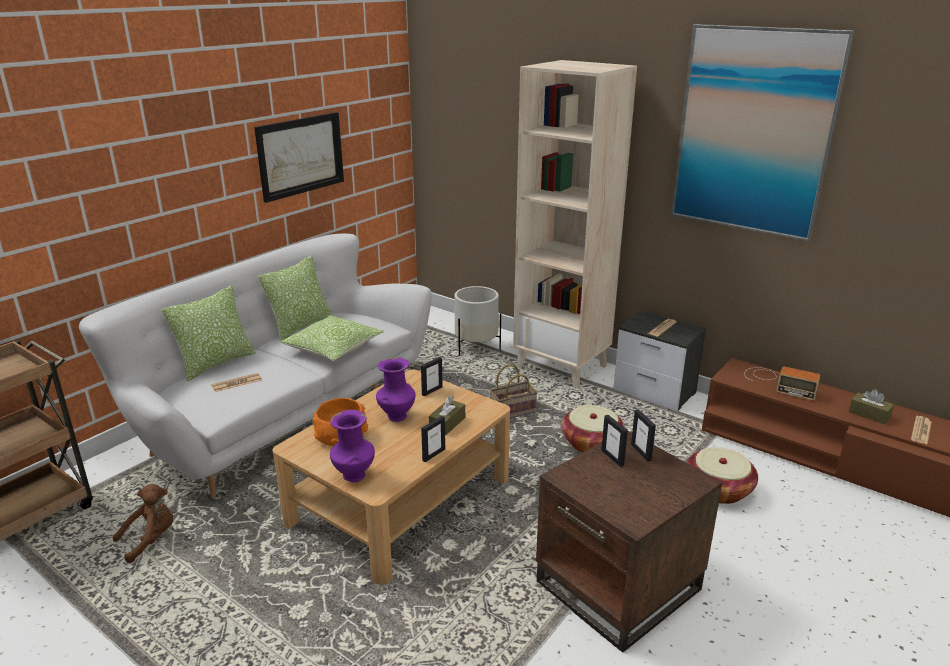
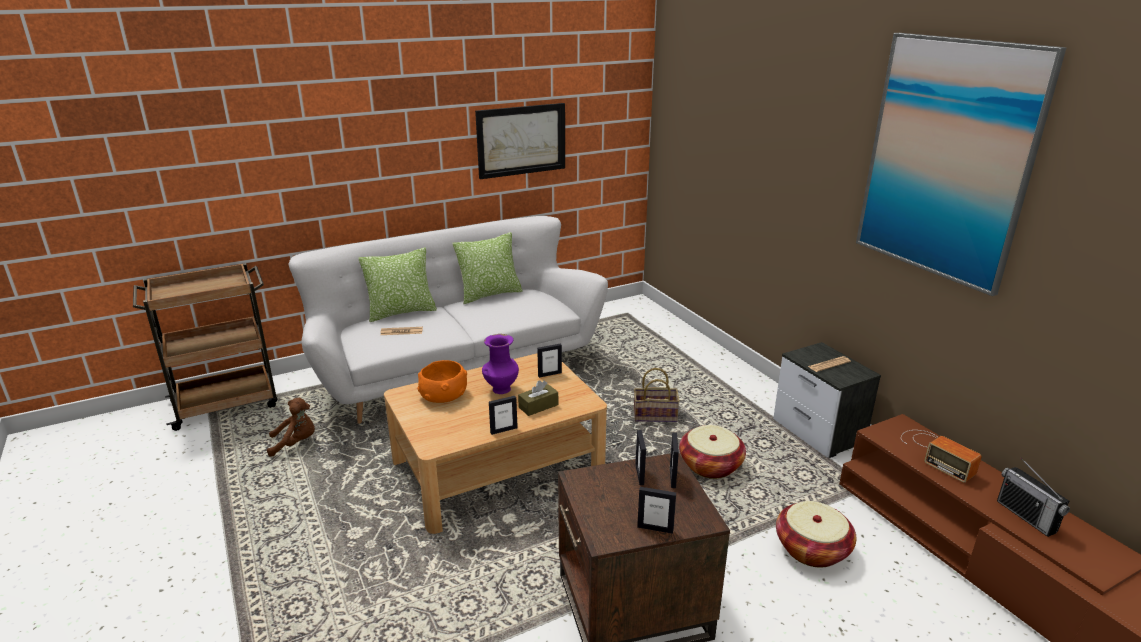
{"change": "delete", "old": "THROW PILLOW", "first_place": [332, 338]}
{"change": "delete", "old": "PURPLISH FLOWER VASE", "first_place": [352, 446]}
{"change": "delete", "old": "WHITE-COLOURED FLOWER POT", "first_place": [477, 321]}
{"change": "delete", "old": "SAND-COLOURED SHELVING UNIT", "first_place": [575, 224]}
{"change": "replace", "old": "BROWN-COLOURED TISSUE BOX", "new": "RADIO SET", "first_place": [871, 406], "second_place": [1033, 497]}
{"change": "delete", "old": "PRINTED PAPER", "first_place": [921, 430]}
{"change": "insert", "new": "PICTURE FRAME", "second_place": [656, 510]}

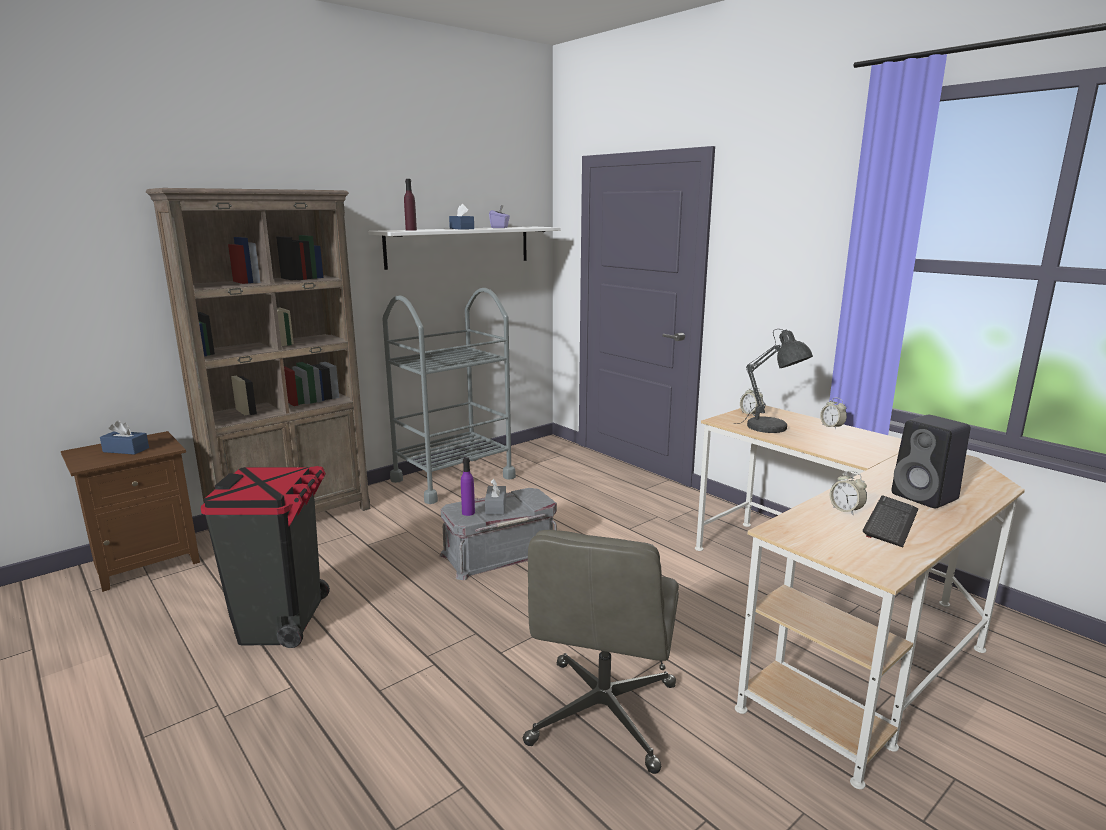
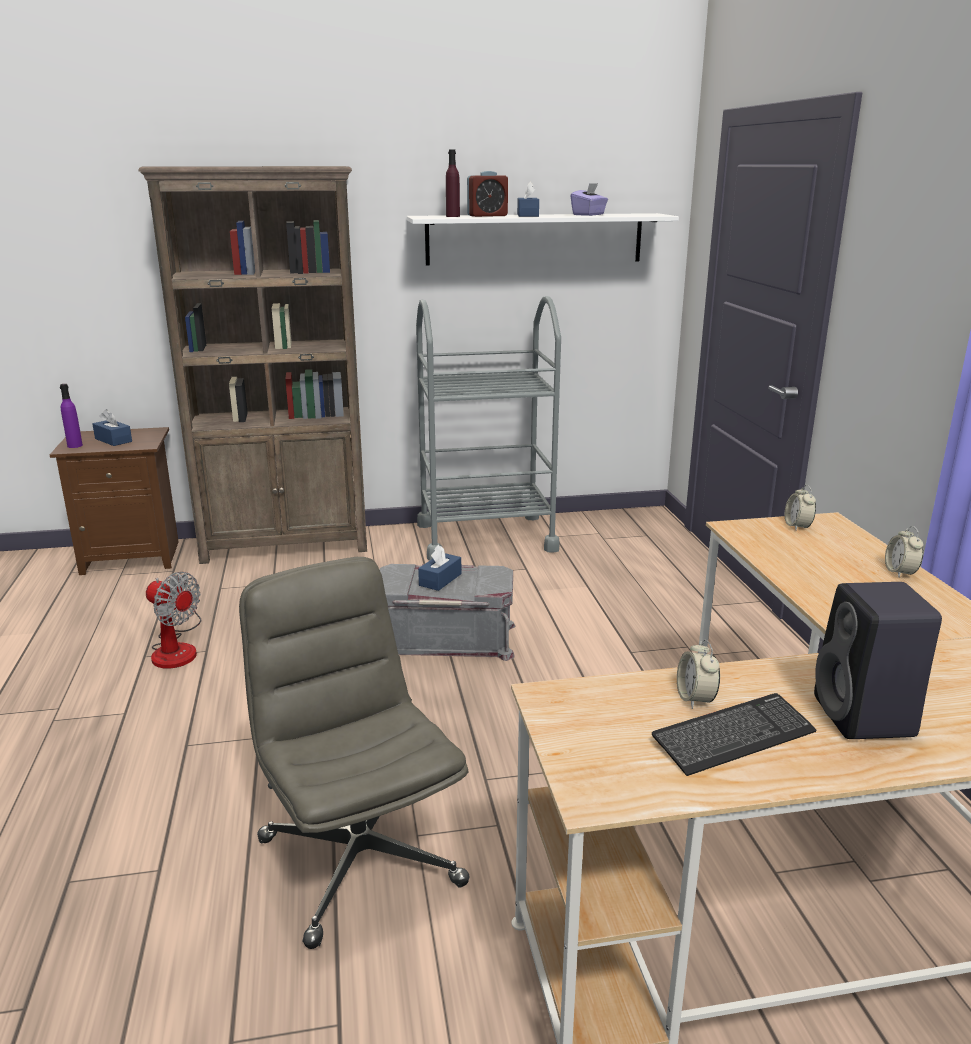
{"change": "replace", "old": "BLACKISH WASTE BIN", "new": "COOLING FAN", "first_place": [265, 557], "second_place": [173, 620]}
{"change": "move", "old": "PURPLISH DRINK BOTTLE", "first_place": [468, 486], "second_place": [71, 416]}
{"change": "recolor", "old": "GREYISH TISSUE BOX", "new": "BLUE TISSUE BOX", "first_place": [495, 496], "second_place": [439, 568]}
{"change": "rotate", "old": "GREYISH OFFICE CHAIR", "first_place": [601, 652], "second_place": [354, 753], "degrees": 105}
{"change": "delete", "old": "GREYISH TABLETOP LAMP", "first_place": [773, 381]}
{"change": "insert", "new": "TABLE CLOCK", "second_place": [487, 194]}

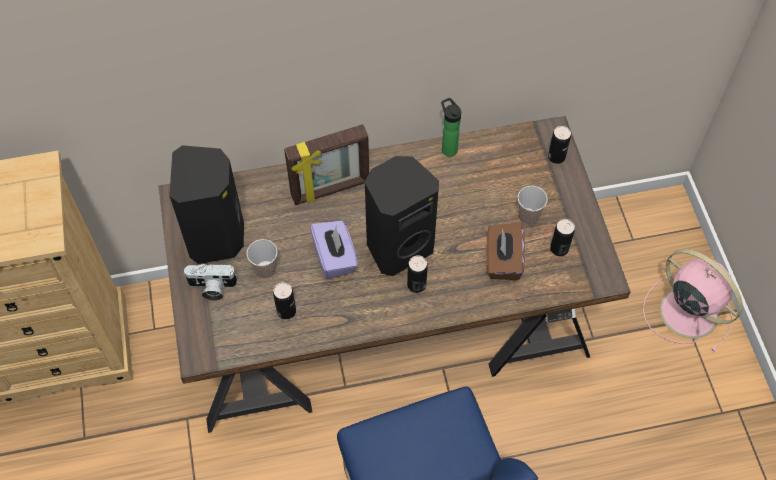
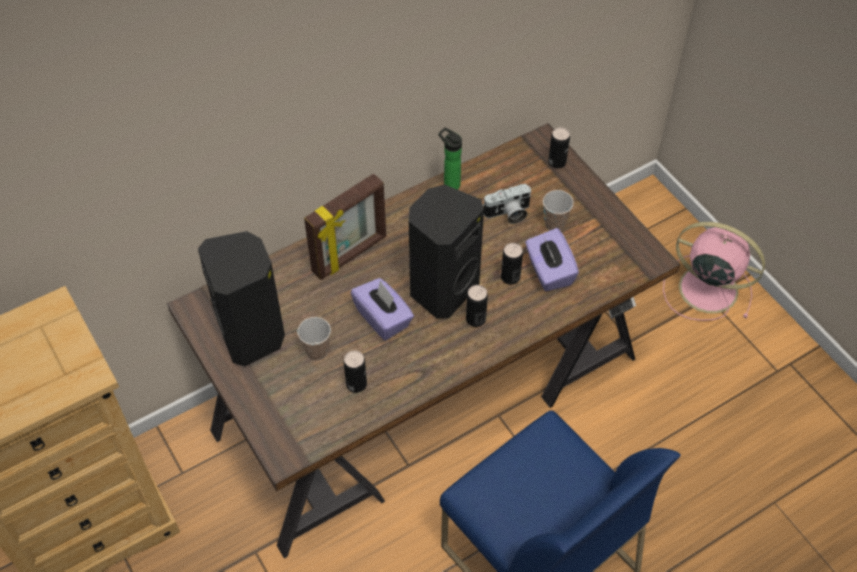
{"change": "move", "old": "PHOTO CAMERA", "first_place": [210, 282], "second_place": [507, 203]}
{"change": "recolor", "old": "BROWN-COLOURED TISSUE BOX", "new": "PURPLISH TISSUE BOX", "first_place": [506, 251], "second_place": [552, 260]}
{"change": "move", "old": "CAN", "first_place": [562, 237], "second_place": [512, 264]}

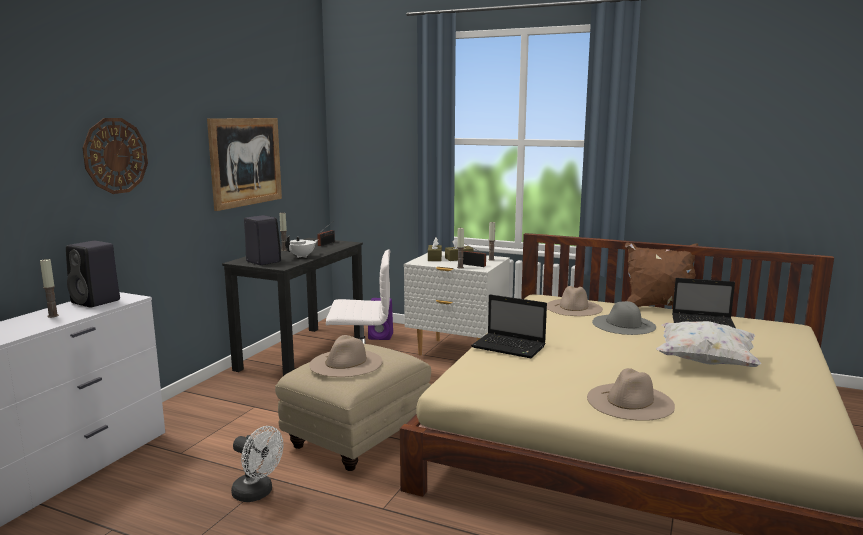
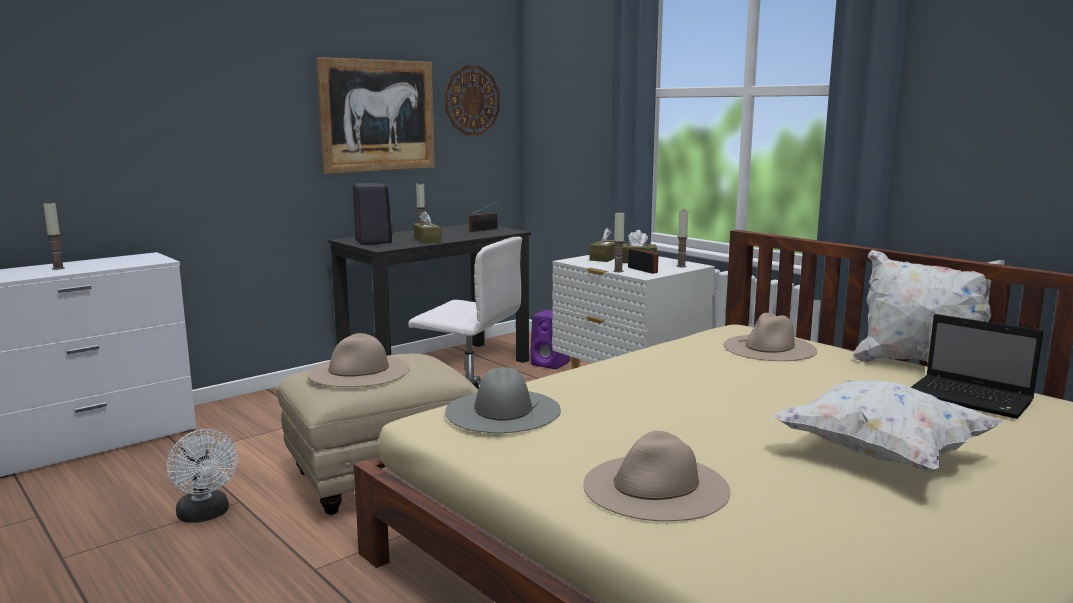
{"change": "delete", "old": "BLACKISH SPEAKER", "first_place": [93, 274]}
{"change": "move", "old": "CLOCK ON THE WALL", "first_place": [115, 156], "second_place": [472, 100]}
{"change": "replace", "old": "WHITE-COLOURED TEAPOT", "new": "BROWN-COLOURED TISSUE BOX", "first_place": [301, 246], "second_place": [427, 227]}
{"change": "delete", "old": "PORTABLE COMPUTER", "first_place": [509, 326]}
{"change": "move", "old": "GREYISH WEARABLE HAT", "first_place": [624, 318], "second_place": [503, 400]}
{"change": "recolor", "old": "BROWN-COLOURED THROW PILLOW", "new": "WHITE-COLOURED THROW PILLOW", "first_place": [661, 274], "second_place": [928, 306]}

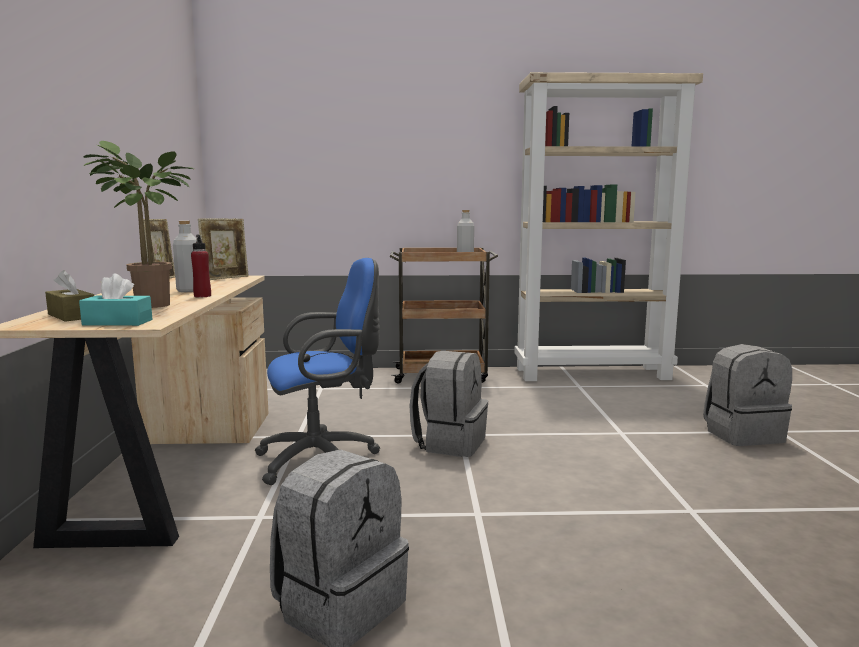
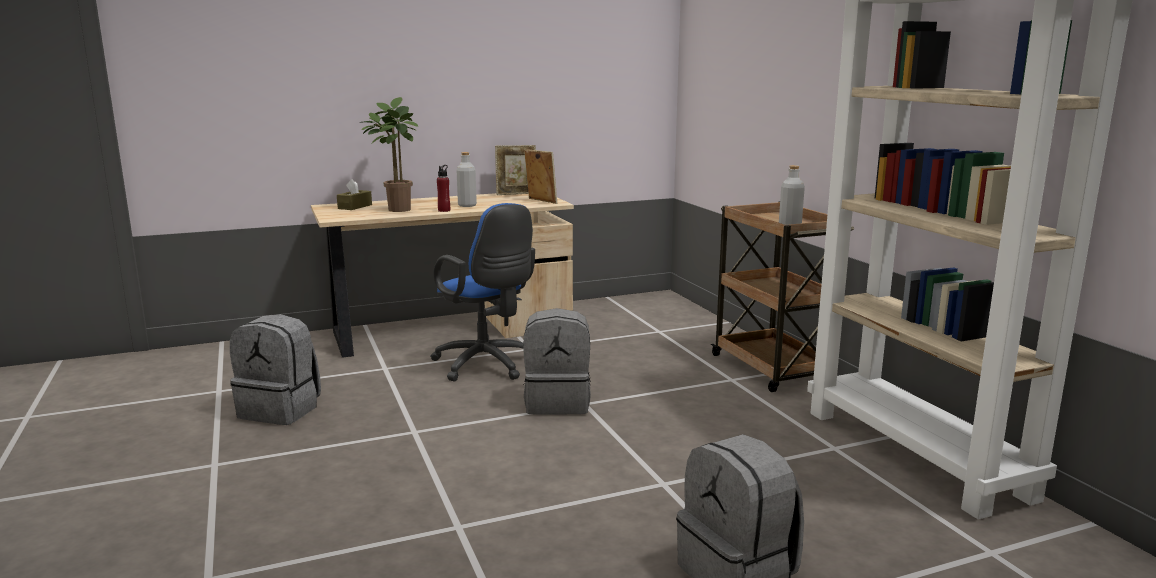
{"change": "delete", "old": "BLUE-GREEN TISSUE BOX", "first_place": [115, 299]}
{"change": "rotate", "old": "PICTURE FRAME", "first_place": [223, 249], "second_place": [540, 176], "degrees": -150}

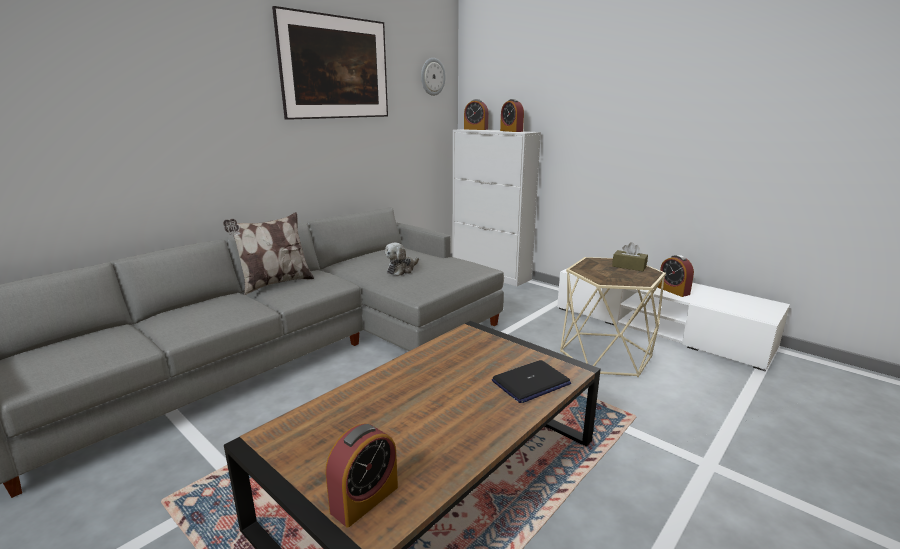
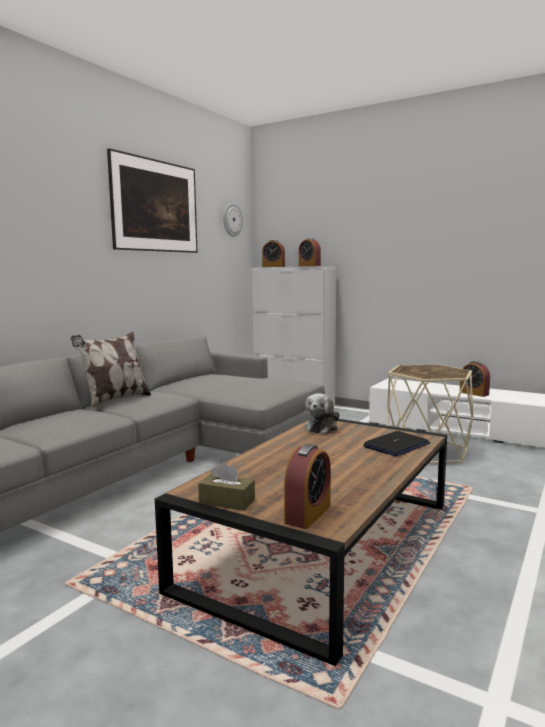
{"change": "move", "old": "SOFT TOY", "first_place": [402, 259], "second_place": [322, 413]}
{"change": "move", "old": "BROWN-COLOURED TISSUE BOX", "first_place": [630, 256], "second_place": [226, 486]}

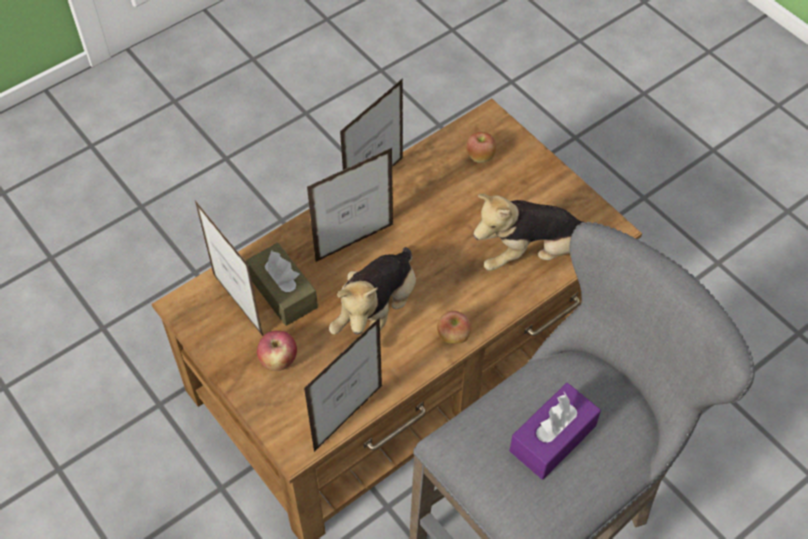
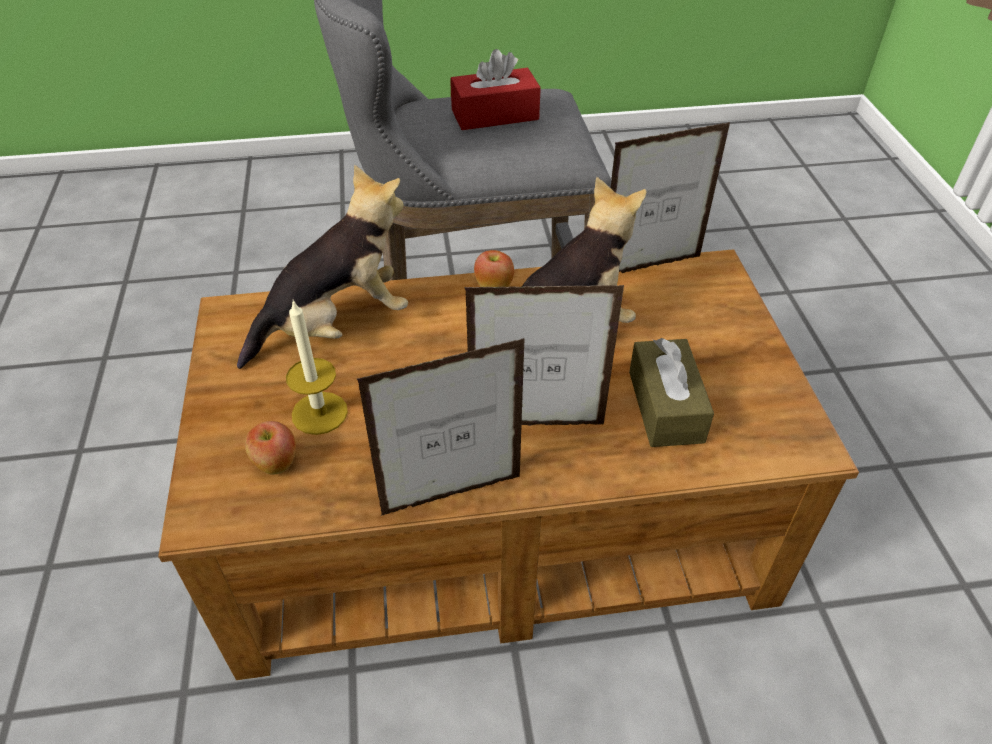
{"change": "delete", "old": "PICTURE FRAME", "first_place": [229, 268]}
{"change": "delete", "old": "APPLE", "first_place": [277, 351]}
{"change": "rotate", "old": "SOFT TOY", "first_place": [528, 232], "second_place": [322, 267], "degrees": -45}
{"change": "recolor", "old": "PURPLISH TISSUE BOX", "new": "RED TISSUE BOX", "first_place": [555, 431], "second_place": [495, 89]}
{"change": "insert", "new": "WAX CANDLE", "second_place": [317, 367]}

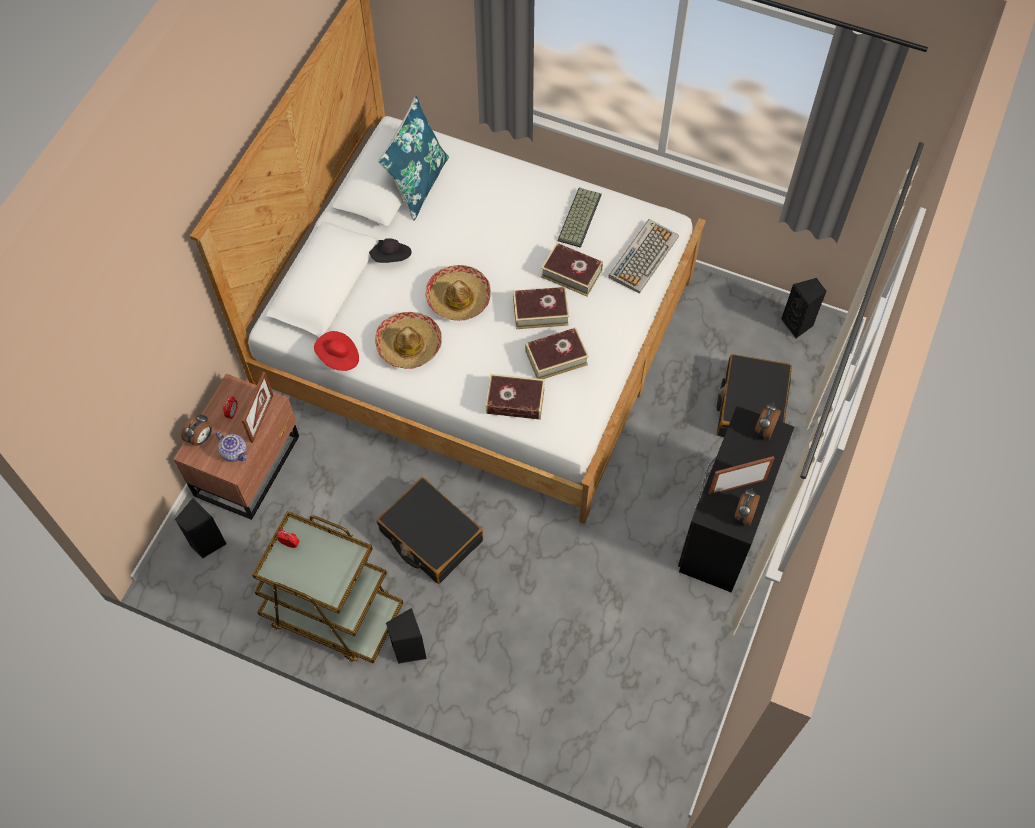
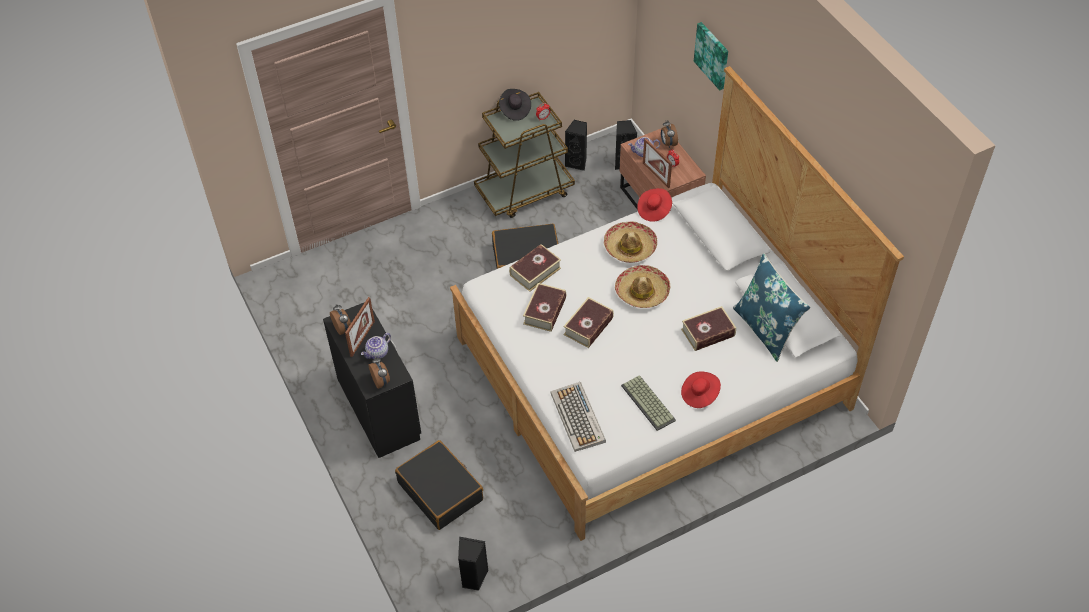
{"change": "move", "old": "BLACKISH WEARABLE HAT", "first_place": [390, 250], "second_place": [515, 105]}
{"change": "move", "old": "BLACKISH SPEAKER", "first_place": [406, 636], "second_place": [576, 145]}
{"change": "move", "old": "VOLUME", "first_place": [572, 269], "second_place": [708, 328]}
{"change": "insert", "new": "TEAPOT", "second_place": [376, 346]}
{"change": "insert", "new": "RED WEARABLE HAT", "second_place": [701, 390]}
{"change": "insert", "new": "WALL PICTURE", "second_place": [711, 56]}

